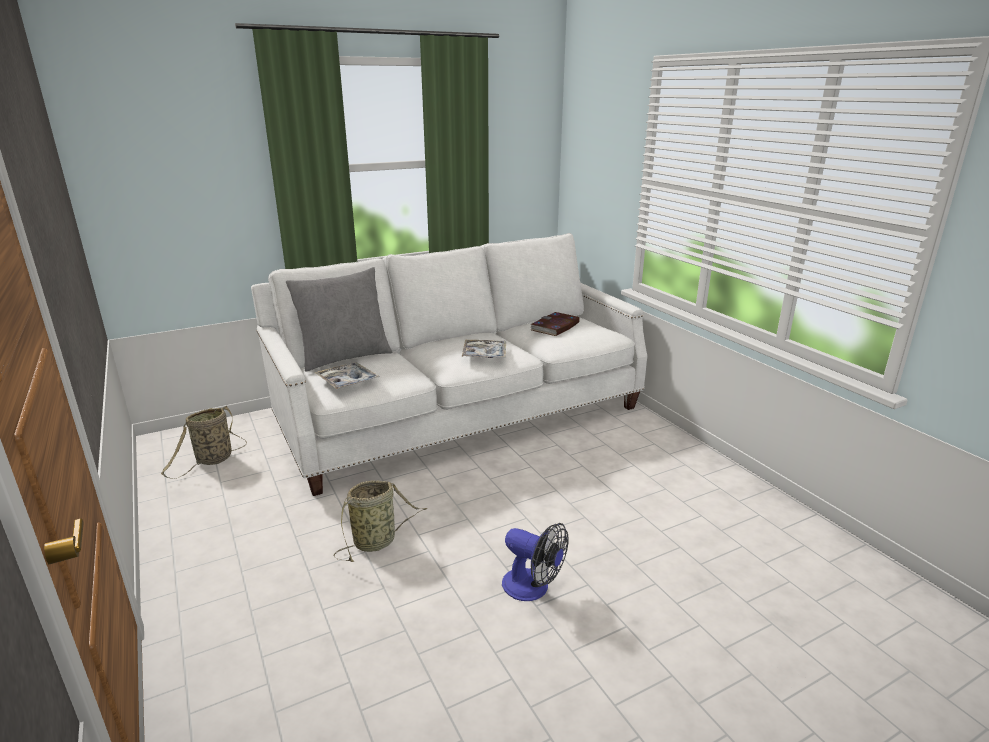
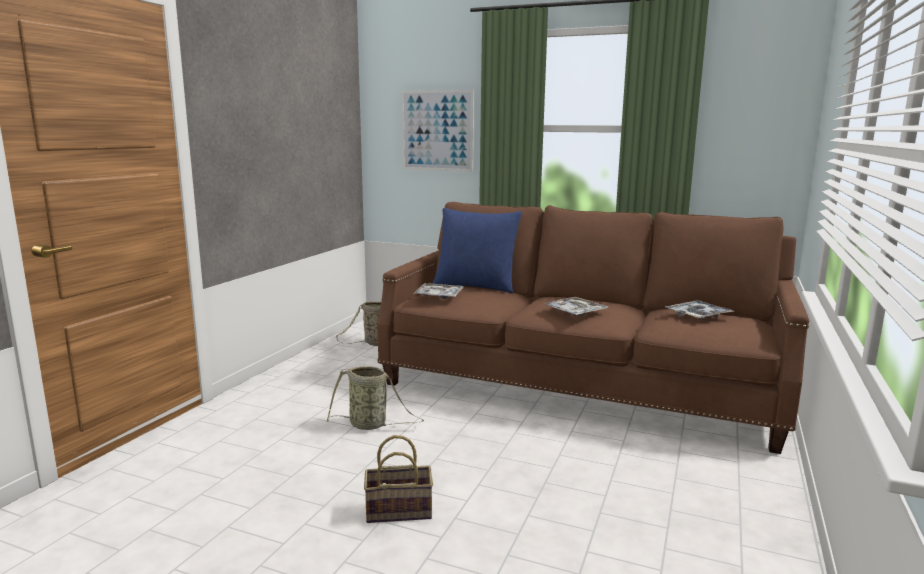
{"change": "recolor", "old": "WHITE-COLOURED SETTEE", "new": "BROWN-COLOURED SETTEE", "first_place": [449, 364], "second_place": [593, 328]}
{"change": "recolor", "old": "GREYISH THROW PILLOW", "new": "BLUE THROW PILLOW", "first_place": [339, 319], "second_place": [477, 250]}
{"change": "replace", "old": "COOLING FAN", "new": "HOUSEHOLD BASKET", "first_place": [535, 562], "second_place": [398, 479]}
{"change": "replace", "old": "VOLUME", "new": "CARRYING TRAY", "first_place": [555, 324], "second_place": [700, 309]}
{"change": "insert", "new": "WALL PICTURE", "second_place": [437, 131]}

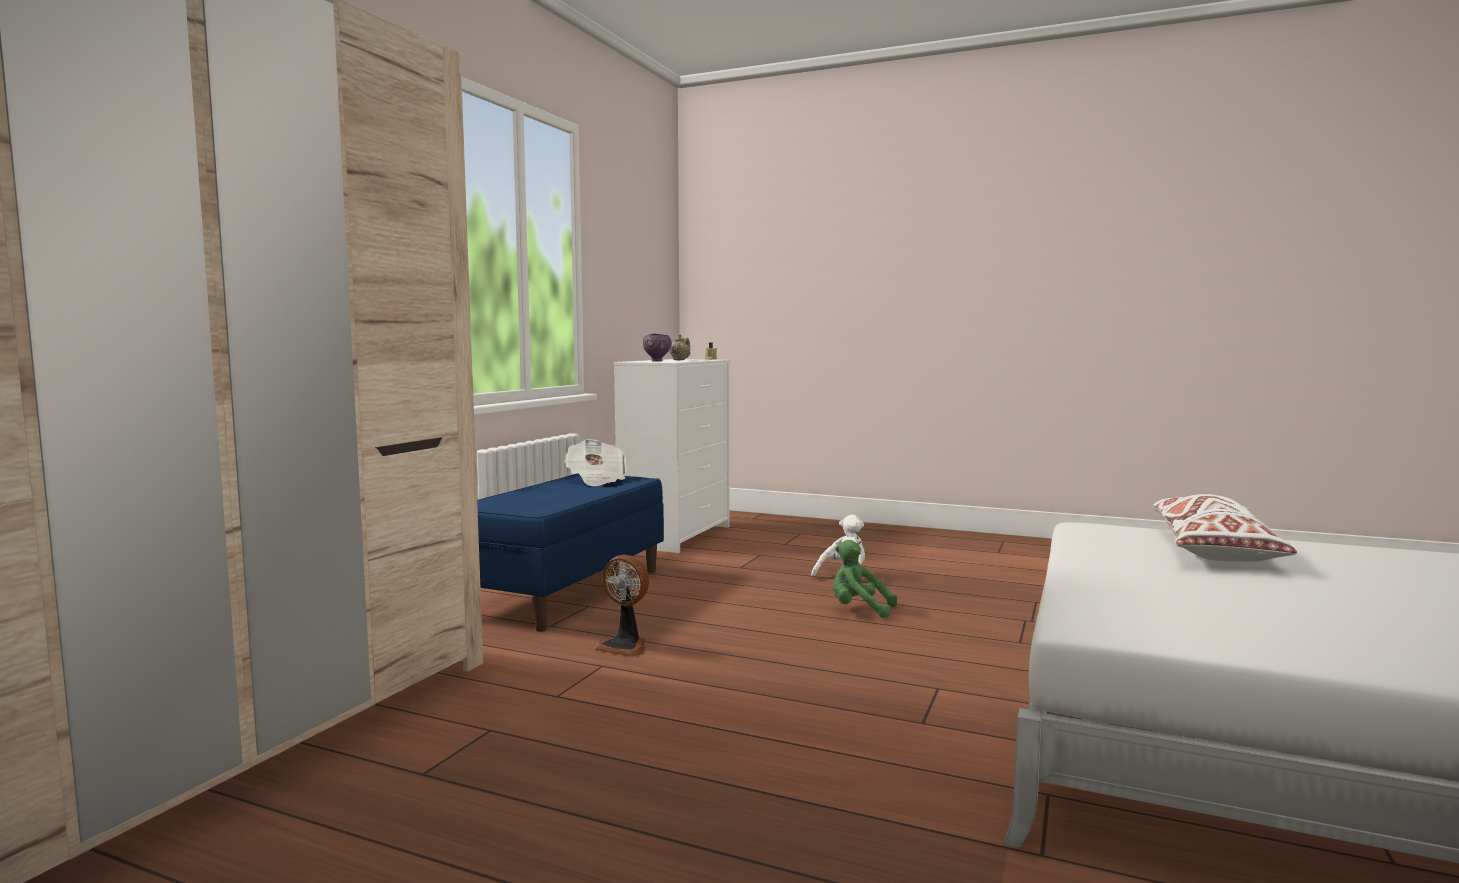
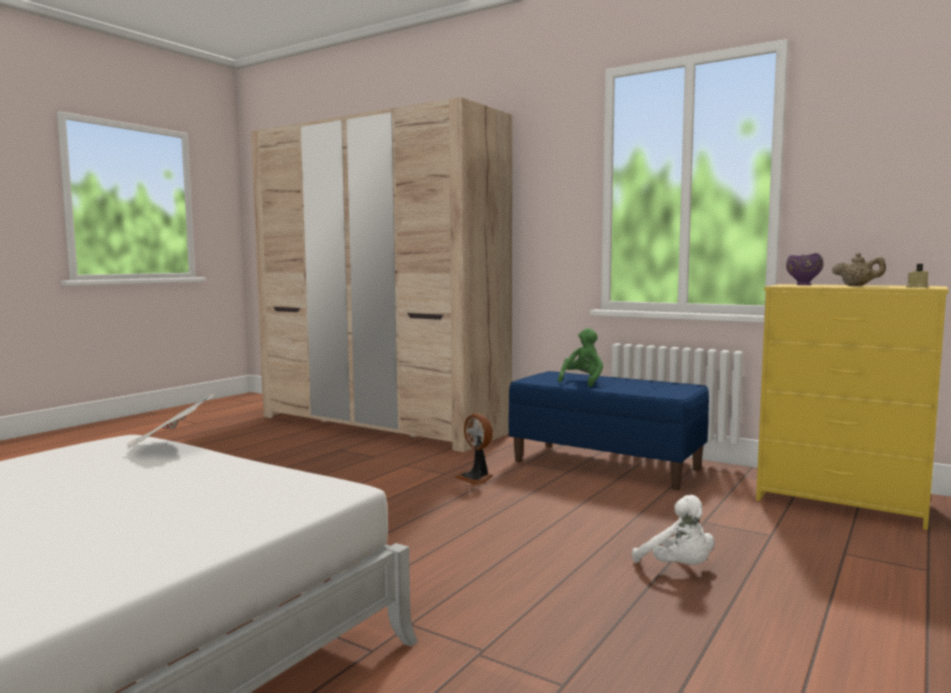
{"change": "move", "old": "PRINTED PAPER", "first_place": [595, 462], "second_place": [170, 421]}
{"change": "rotate", "old": "COOLING FAN", "first_place": [621, 606], "second_place": [474, 449], "degrees": -75}
{"change": "recolor", "old": "WHITE-COLOURED DRAWER CHEST", "new": "YELLOW DRAWER CHEST", "first_place": [671, 456], "second_place": [852, 407]}
{"change": "move", "old": "GREENISH SOFT TOY", "first_place": [865, 579], "second_place": [580, 357]}
{"change": "delete", "old": "WHITE-COLOURED THROW PILLOW", "first_place": [1225, 528]}

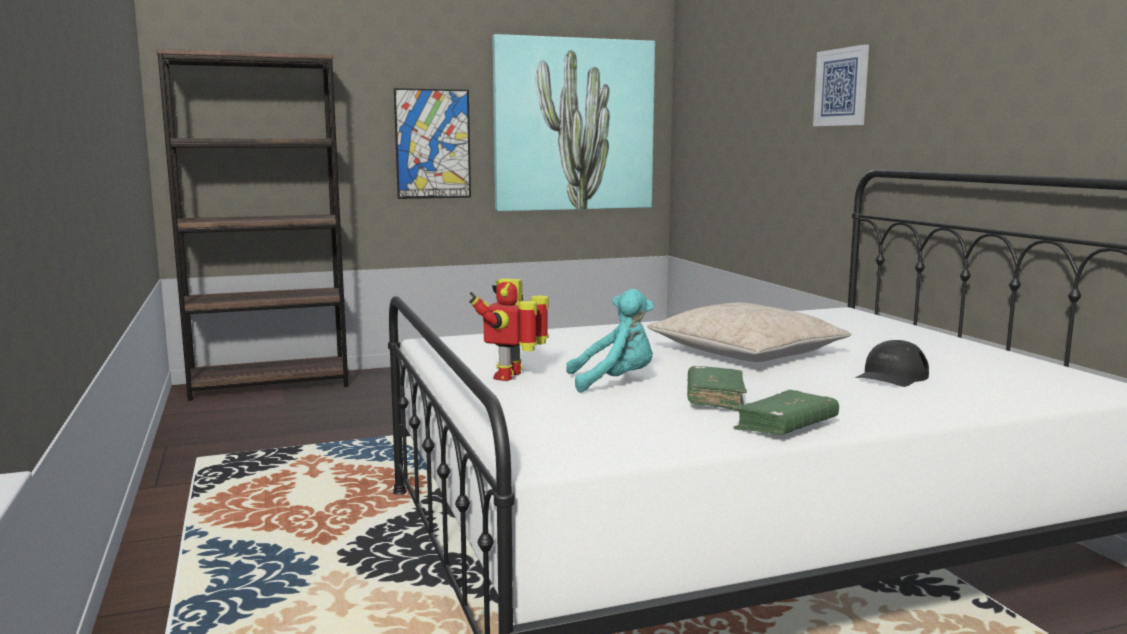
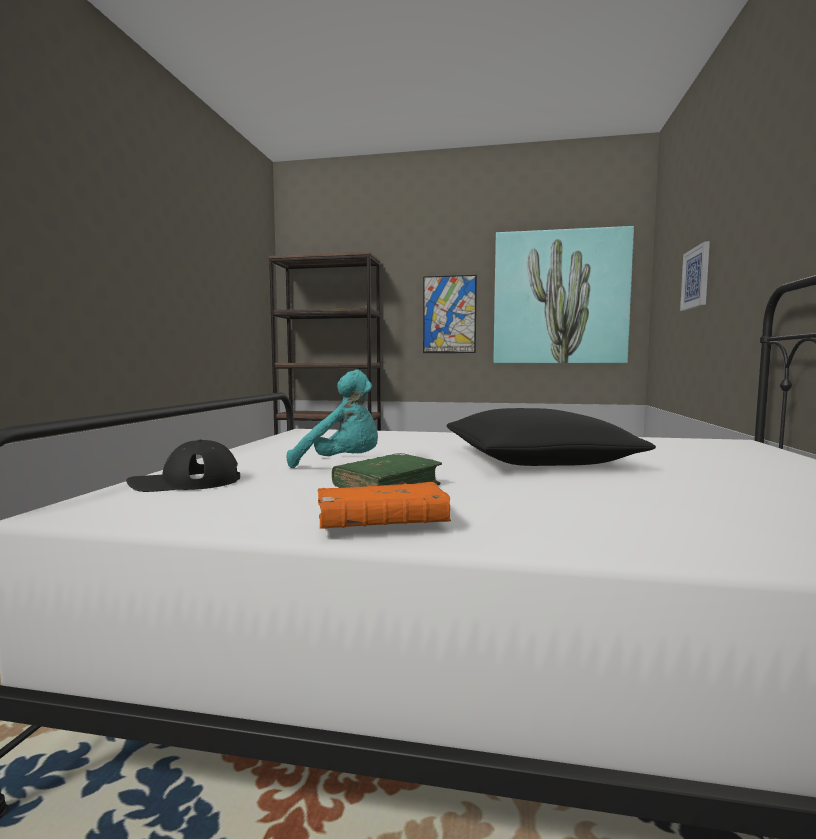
{"change": "delete", "old": "TOY ROBOT", "first_place": [509, 329]}
{"change": "recolor", "old": "SAND-COLOURED THROW PILLOW", "new": "BLACKISH THROW PILLOW", "first_place": [749, 332], "second_place": [551, 437]}
{"change": "recolor", "old": "GREENISH VOLUME", "new": "ORANGE-COLOURED VOLUME", "first_place": [786, 412], "second_place": [384, 505]}
{"change": "move", "old": "WALL PICTURE", "first_place": [841, 85], "second_place": [695, 276]}
{"change": "move", "old": "BLACKISH BASEBALL CAP", "first_place": [892, 363], "second_place": [183, 466]}

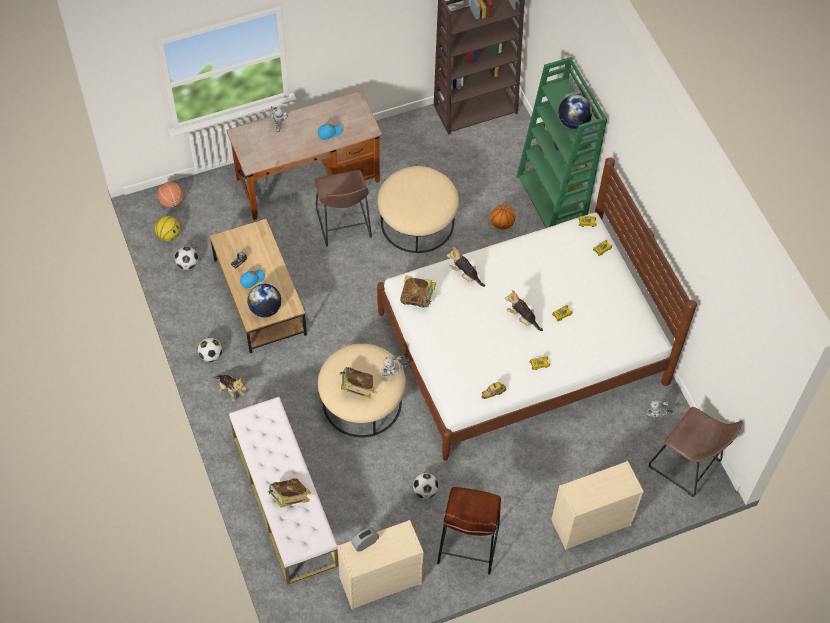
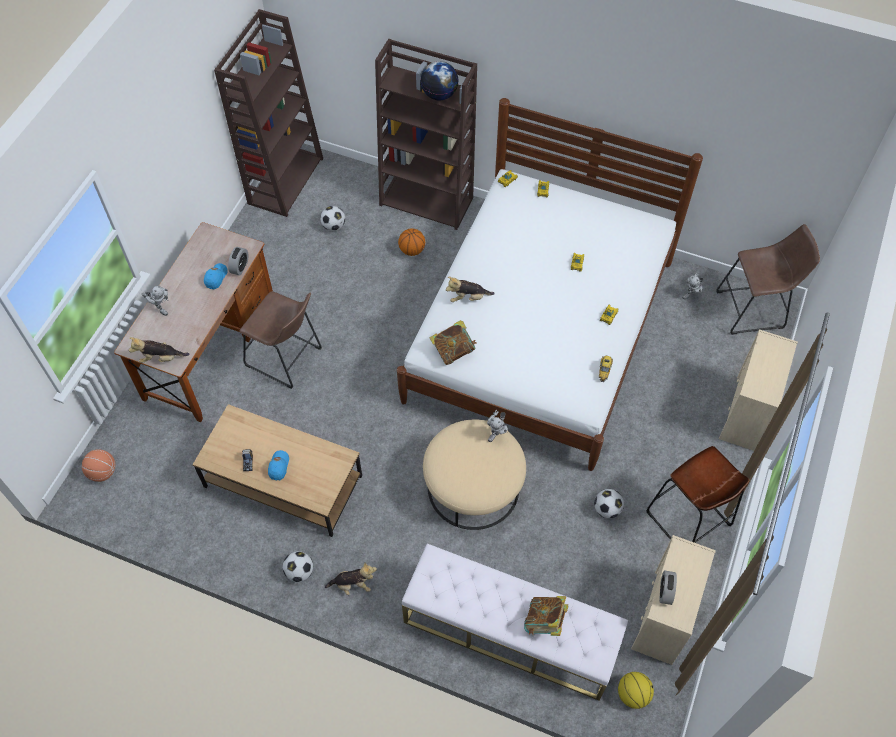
{"change": "move", "old": "BASKETBALL", "first_place": [167, 228], "second_place": [636, 690]}
{"change": "move", "old": "FOOTBALL BALL", "first_place": [186, 258], "second_place": [332, 218]}
{"change": "delete", "old": "GLOBE", "first_place": [264, 300]}
{"change": "delete", "old": "VOLUME", "first_place": [357, 383]}
{"change": "delete", "old": "SAND-COLOURED OTTOMAN", "first_place": [418, 209]}
{"change": "move", "old": "SOFT TOY", "first_place": [524, 310], "second_place": [159, 350]}
{"change": "recolor", "old": "GREENISH SHELVING UNIT", "new": "BROWN-COLOURED SHELVING UNIT", "first_place": [562, 142], "second_place": [426, 134]}
{"change": "insert", "new": "TABLE CLOCK", "second_place": [238, 261]}

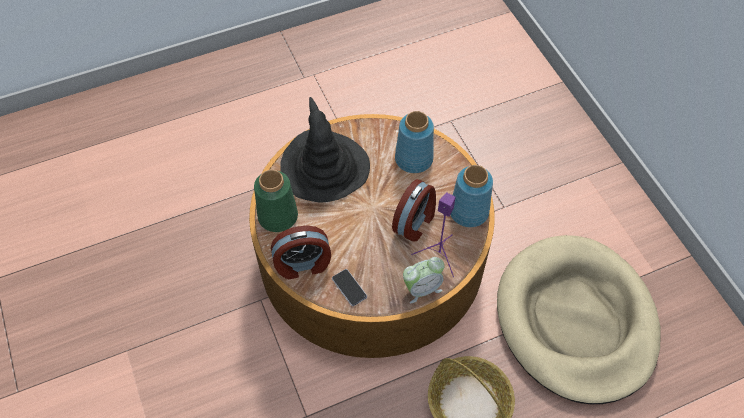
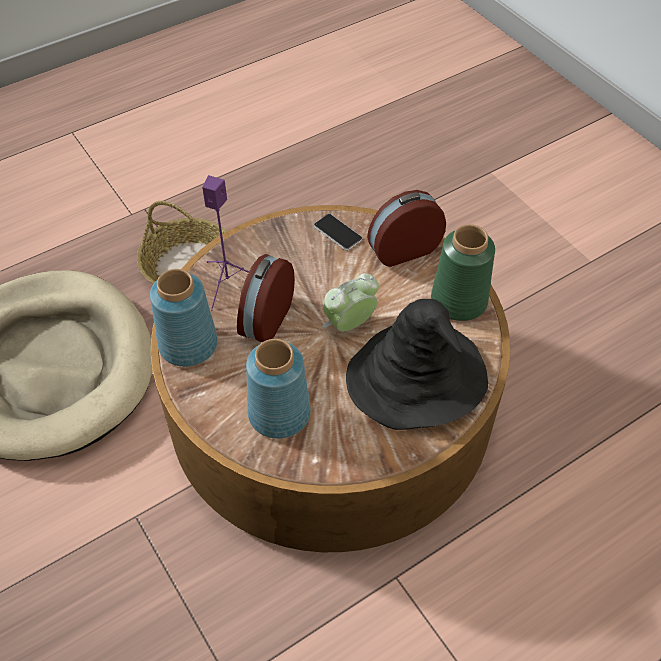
{"change": "move", "old": "TABLE CLOCK", "first_place": [424, 280], "second_place": [350, 302]}

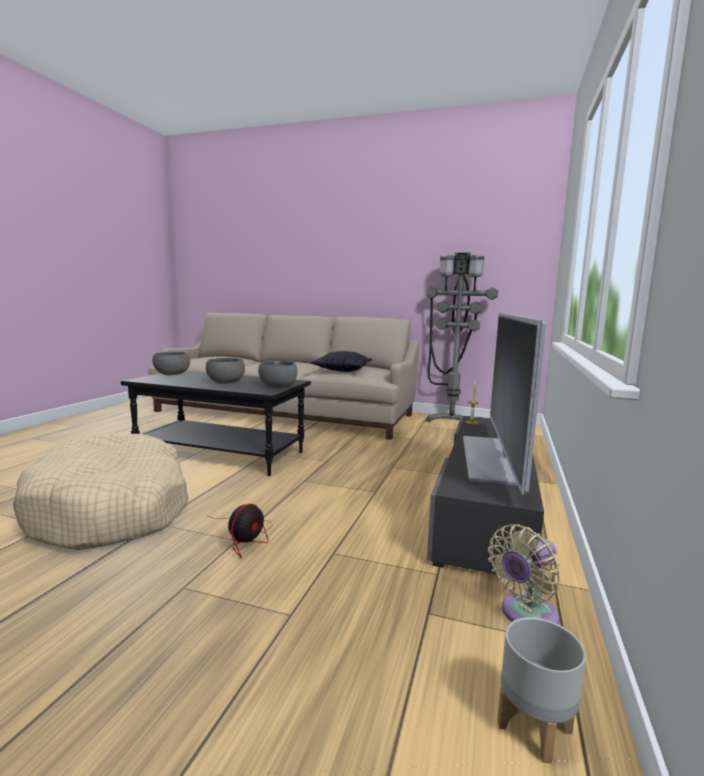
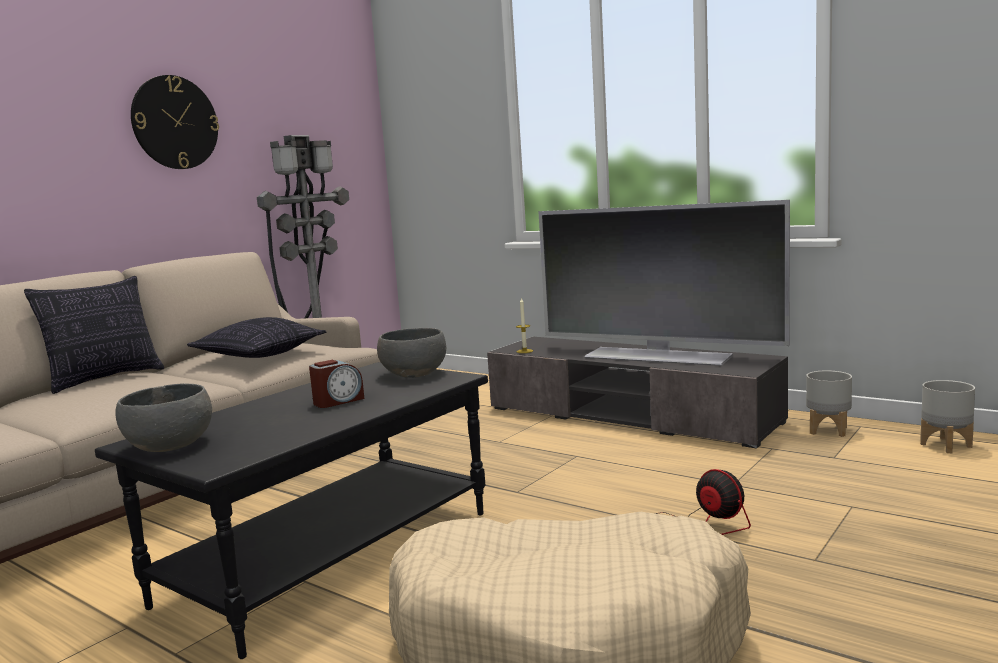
{"change": "replace", "old": "GREYISH BOWL", "new": "TABLE CLOCK", "first_place": [225, 371], "second_place": [336, 384]}
{"change": "replace", "old": "SAND-COLOURED COOLING FAN", "new": "GREYISH FLOWER POT", "first_place": [524, 574], "second_place": [829, 404]}
{"change": "insert", "new": "THROW PILLOW", "second_place": [94, 335]}
{"change": "insert", "new": "CLOCK ON THE WALL", "second_place": [175, 122]}

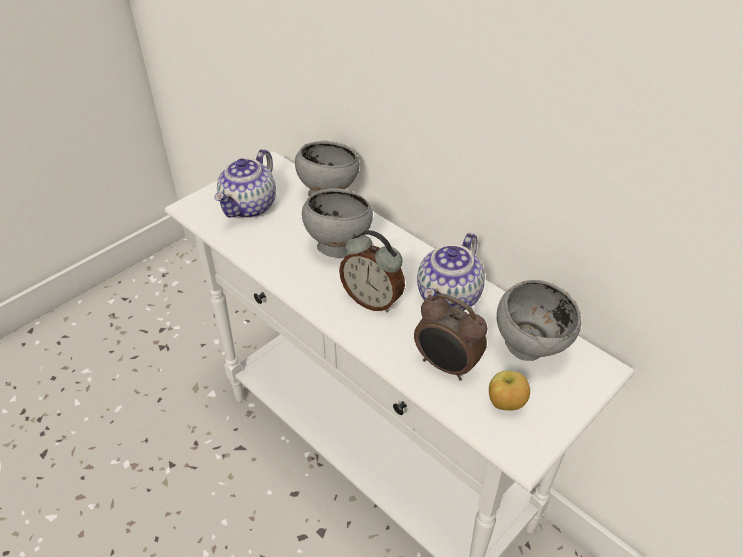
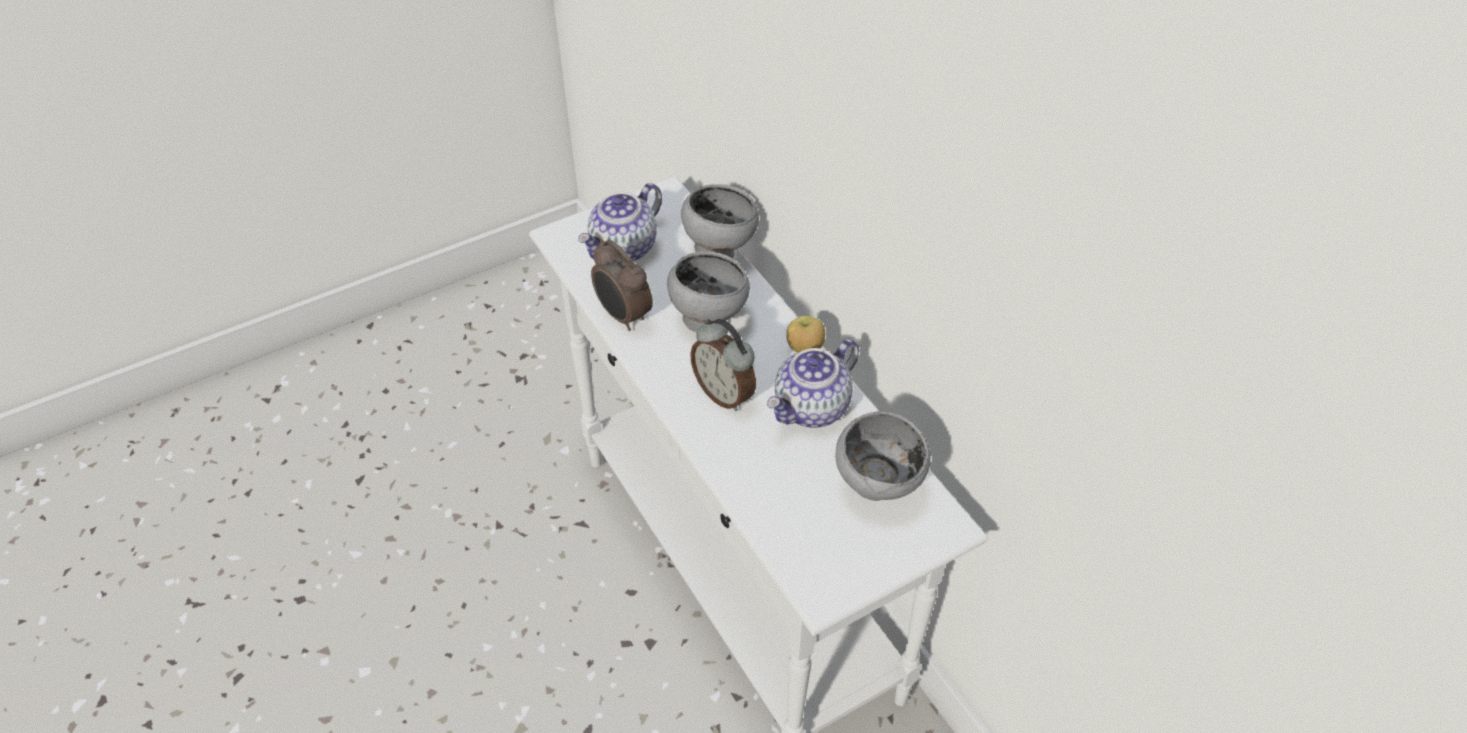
{"change": "move", "old": "TABLE CLOCK", "first_place": [450, 337], "second_place": [622, 285]}
{"change": "move", "old": "APPLE", "first_place": [509, 391], "second_place": [805, 334]}

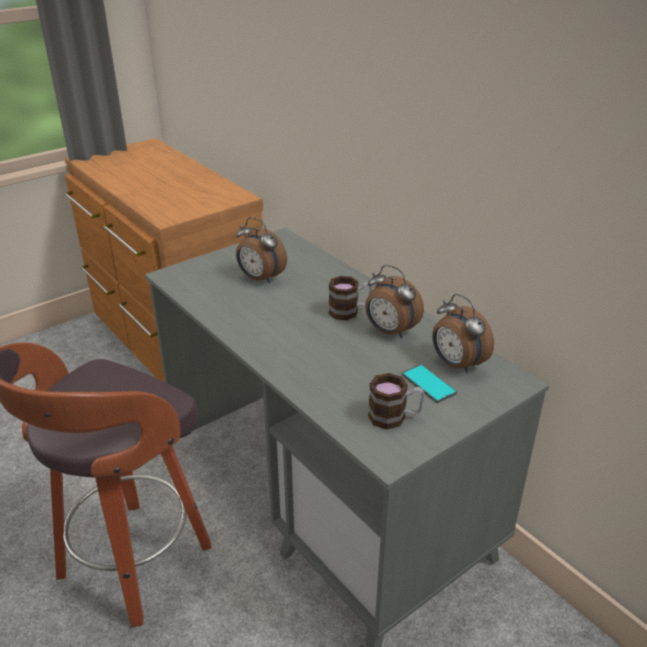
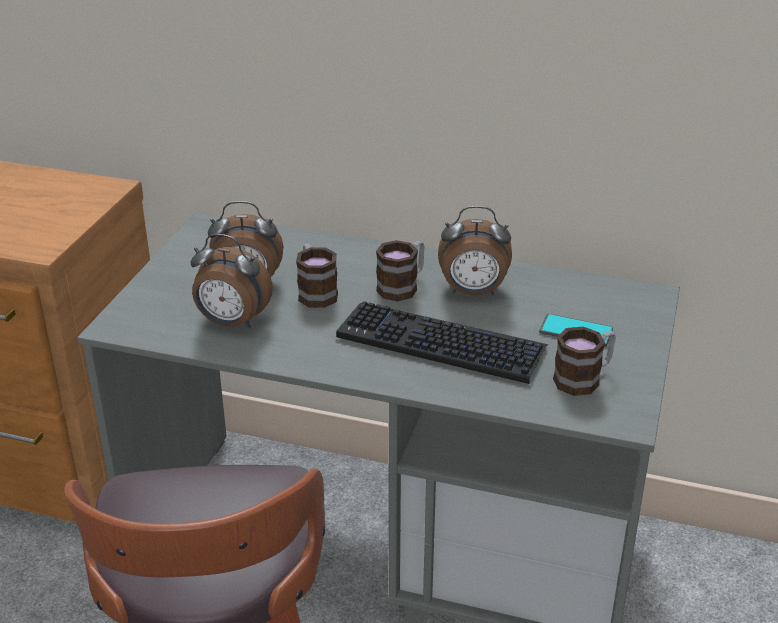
{"change": "move", "old": "TABLE CLOCK", "first_place": [463, 333], "second_place": [231, 281]}
{"change": "insert", "new": "COFFEE MUG", "second_place": [317, 276]}
{"change": "insert", "new": "KEYBOARD", "second_place": [442, 342]}

